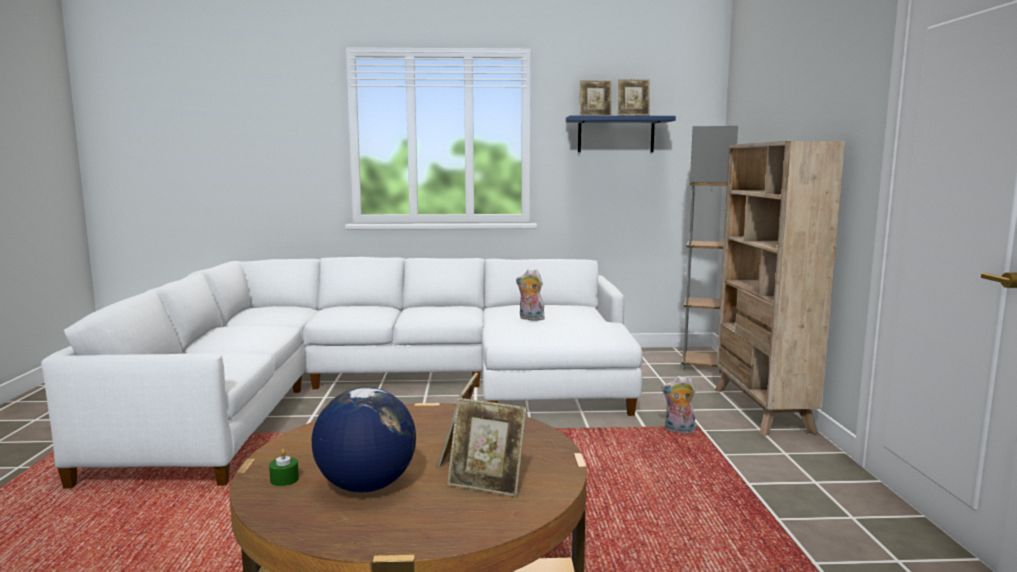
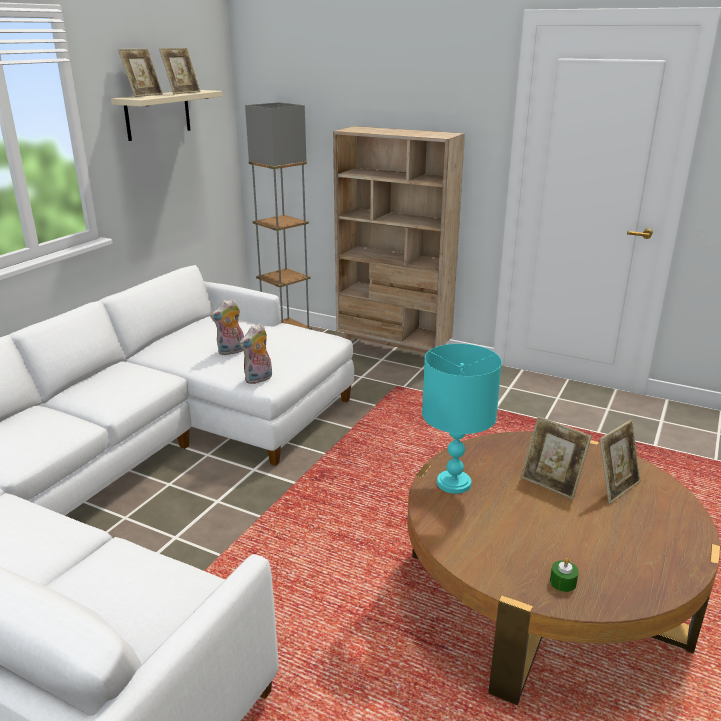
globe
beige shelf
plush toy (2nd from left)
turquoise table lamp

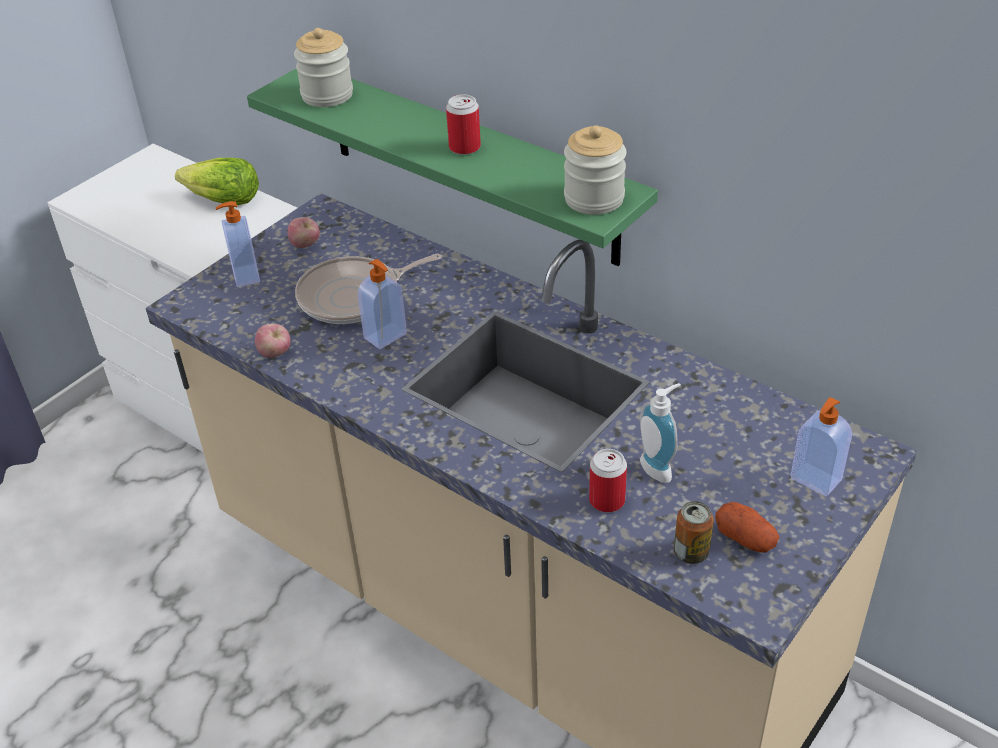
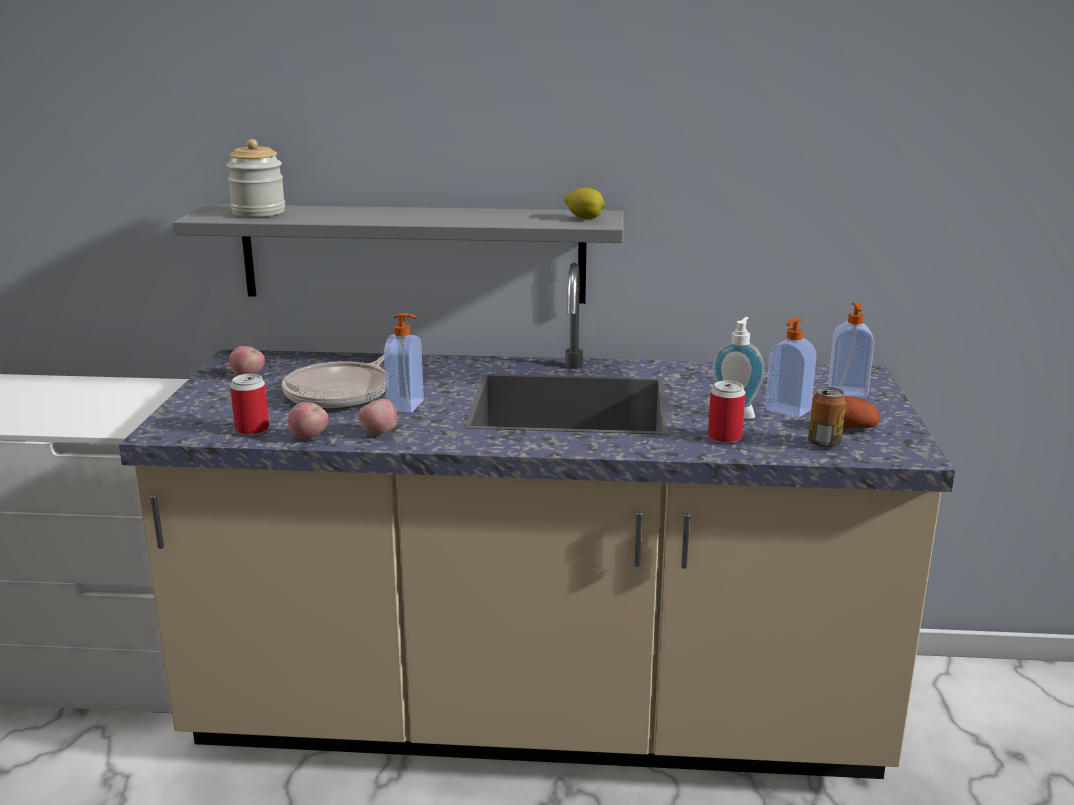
lettuce
soap dispenser (3rd from left)
grey shelf
can (1st from left)
lemon
apple (3rd from left)

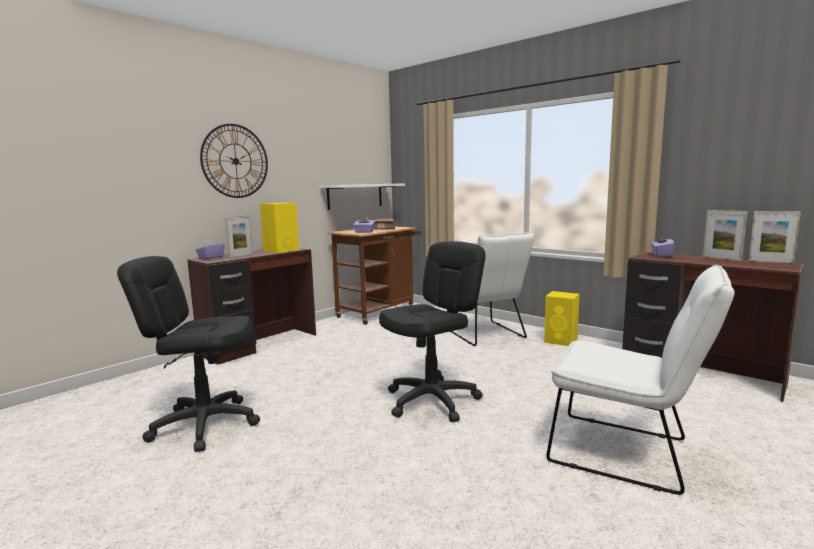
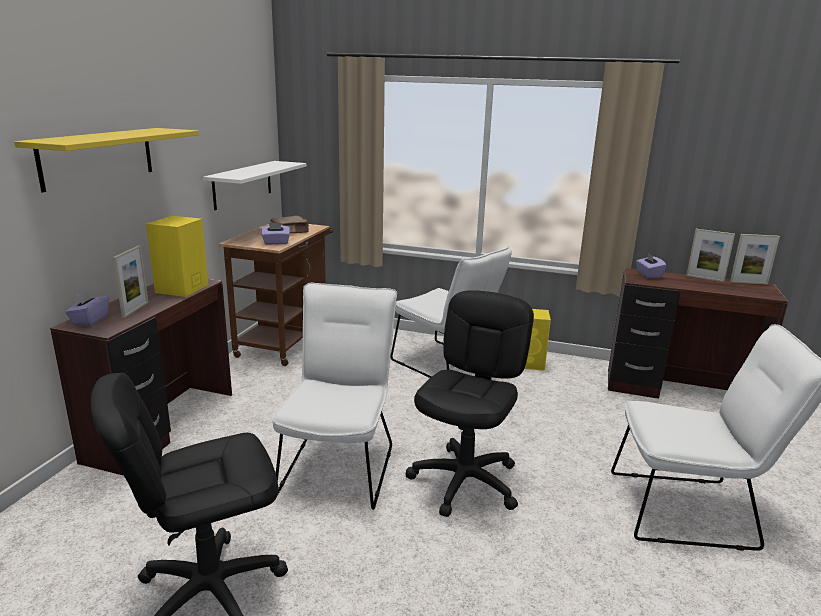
yellow shelf
white chair (1st from left)

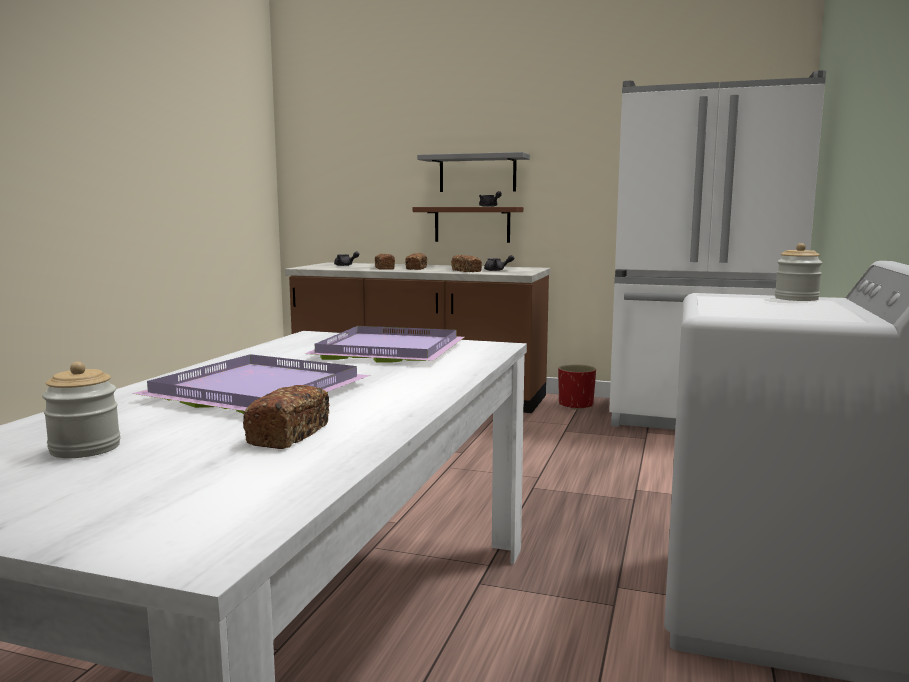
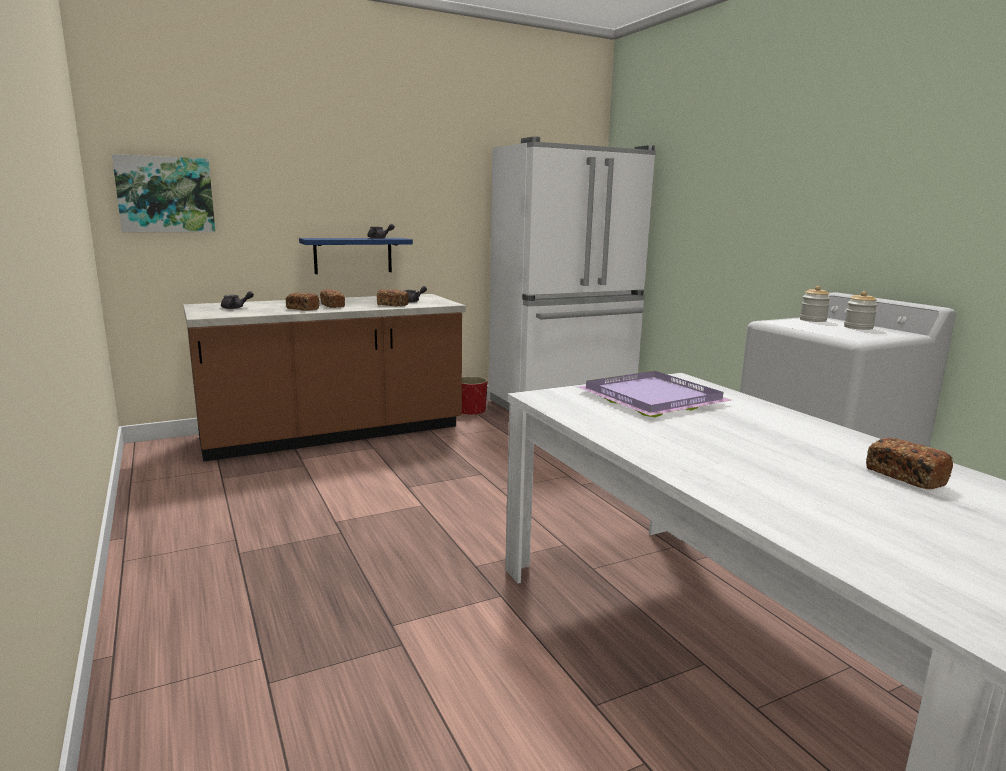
jar (2nd from left)
purple tray (1st from left in the first image)
blue shelf
grey shelf
picture

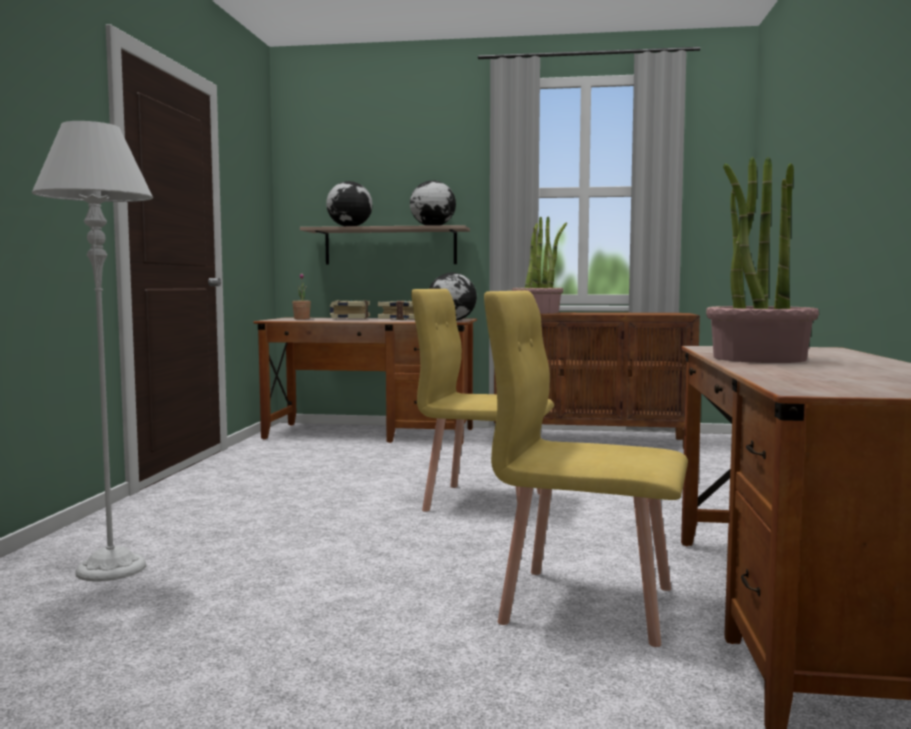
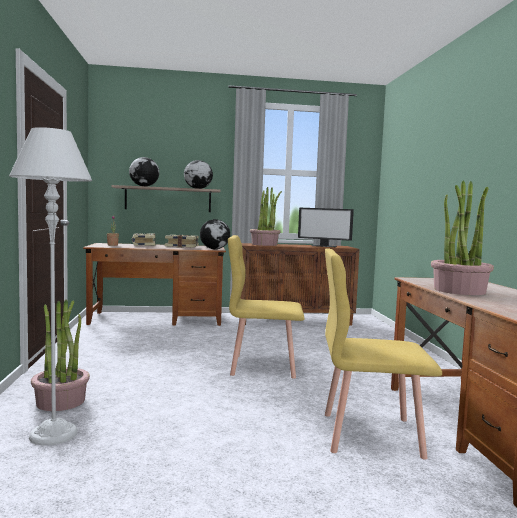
potted plant (1st from left)
monitor

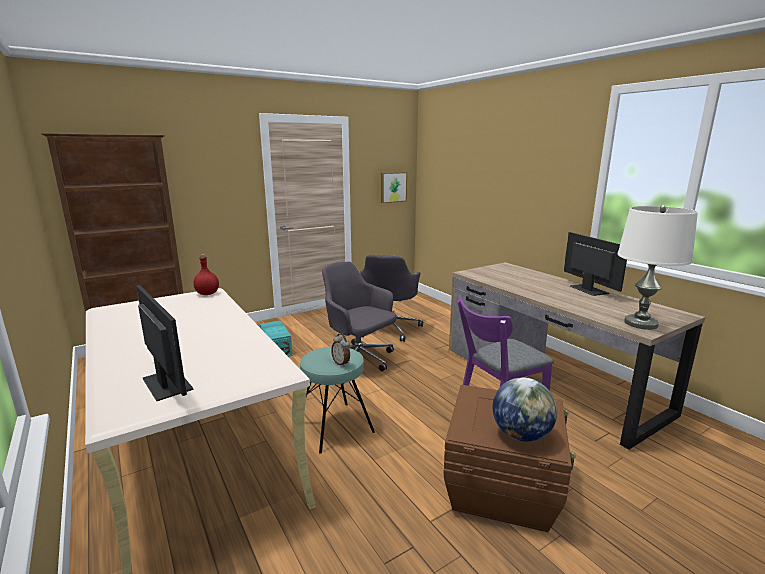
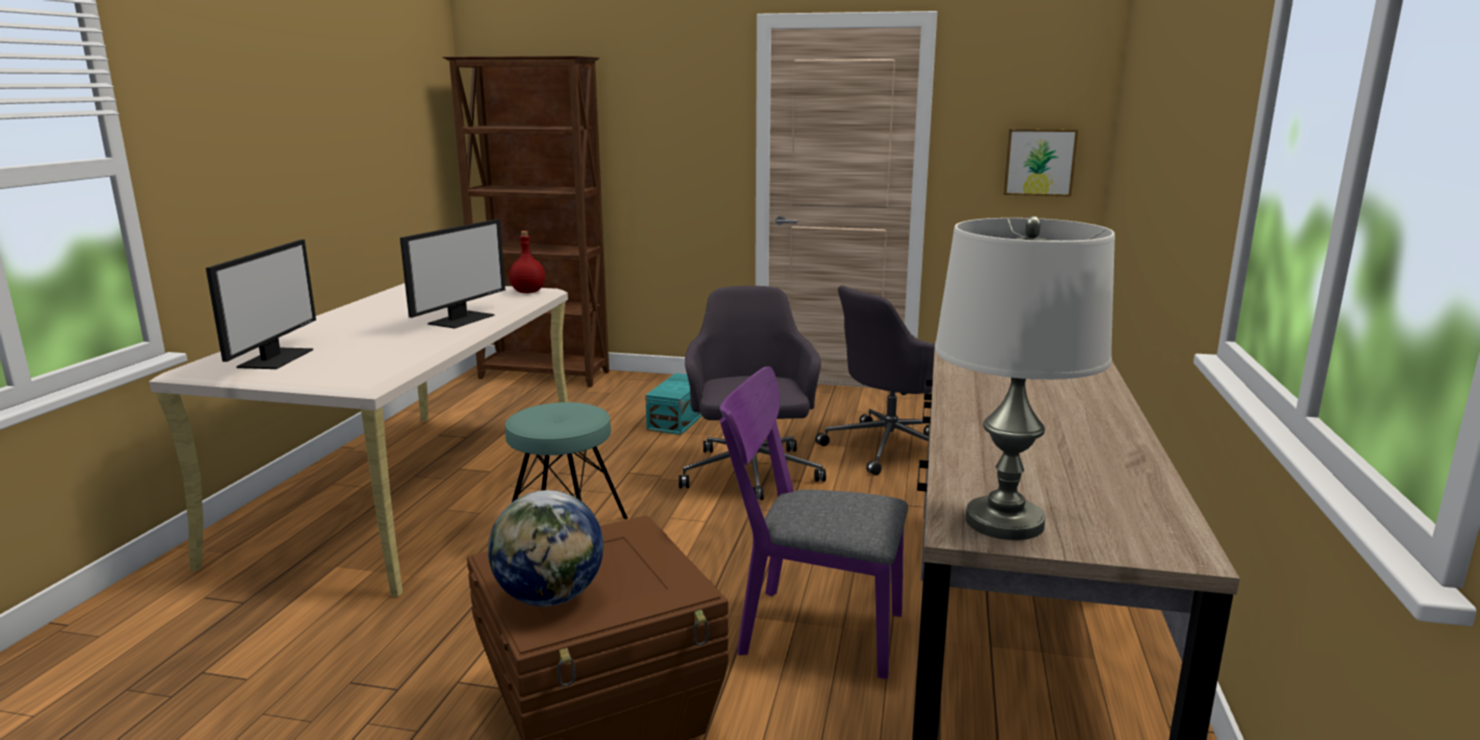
alarm clock
monitor (2nd from left)

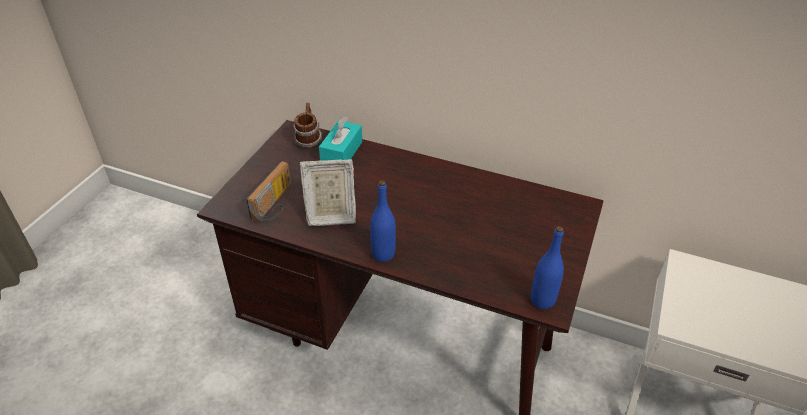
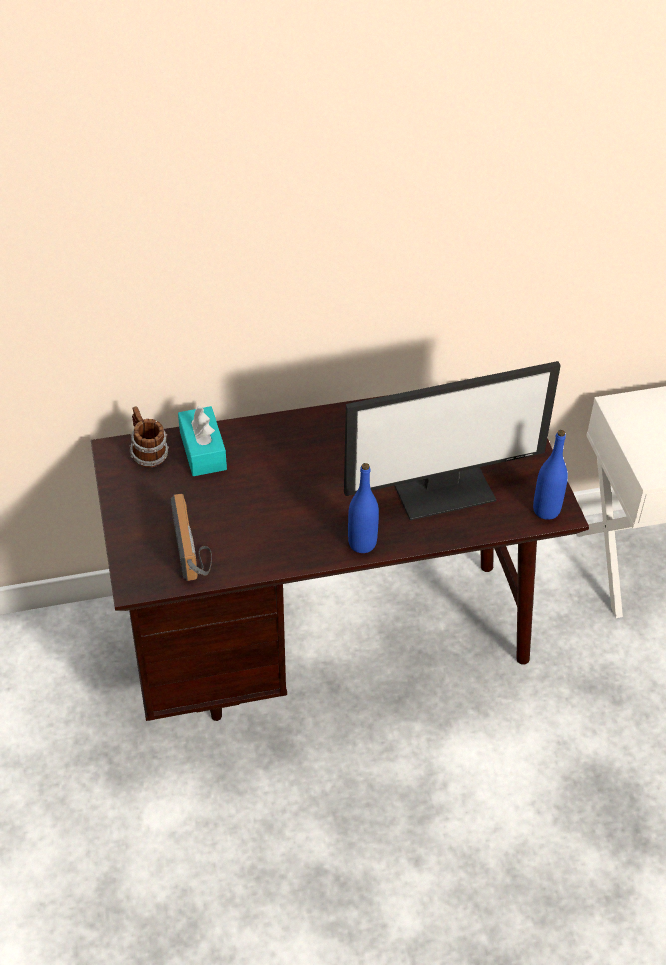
picture frame
monitor

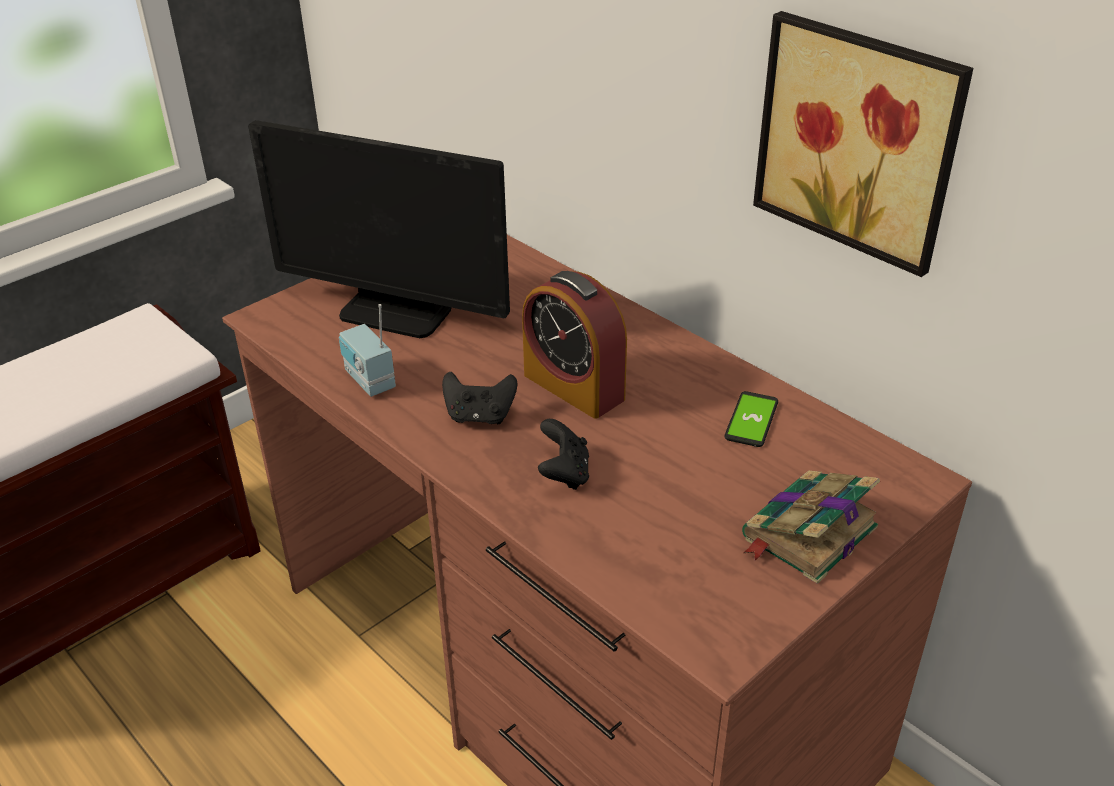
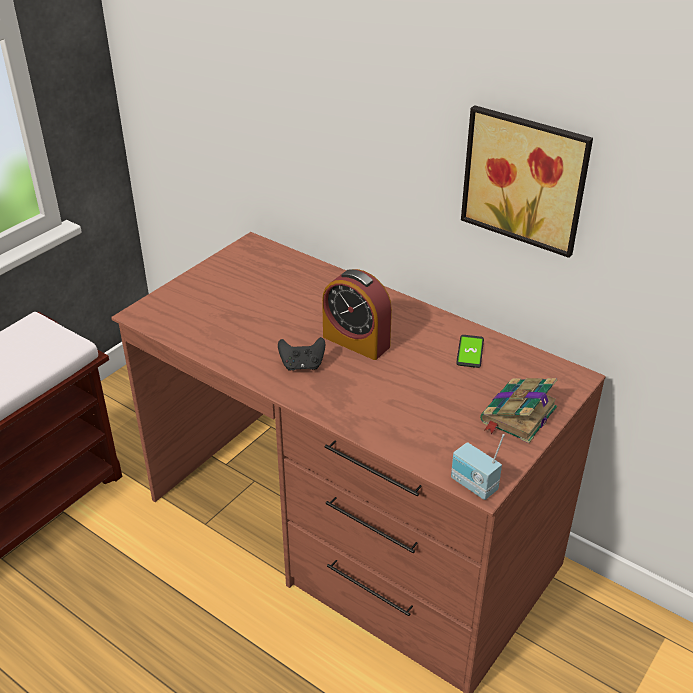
monitor
radio
black game controller (2nd from left in the first image)

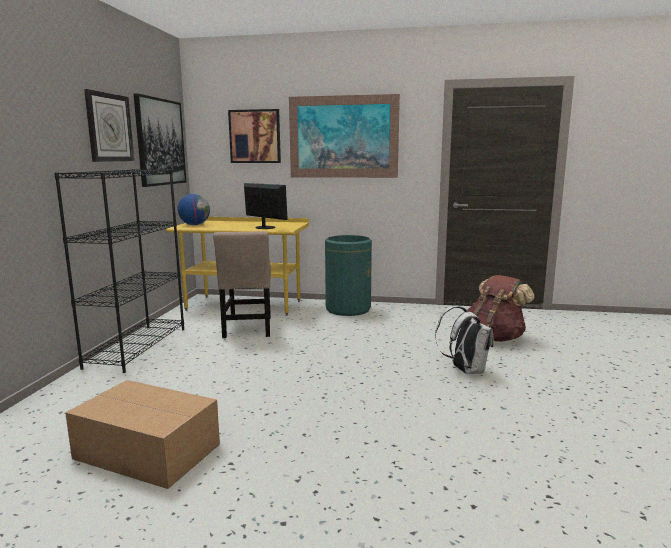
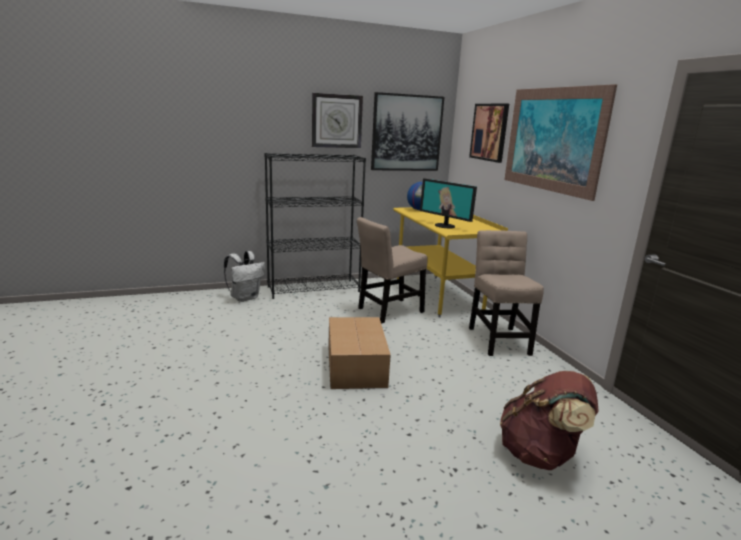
cardboard box
monitor
beige chair (2nd from left)
white backpack

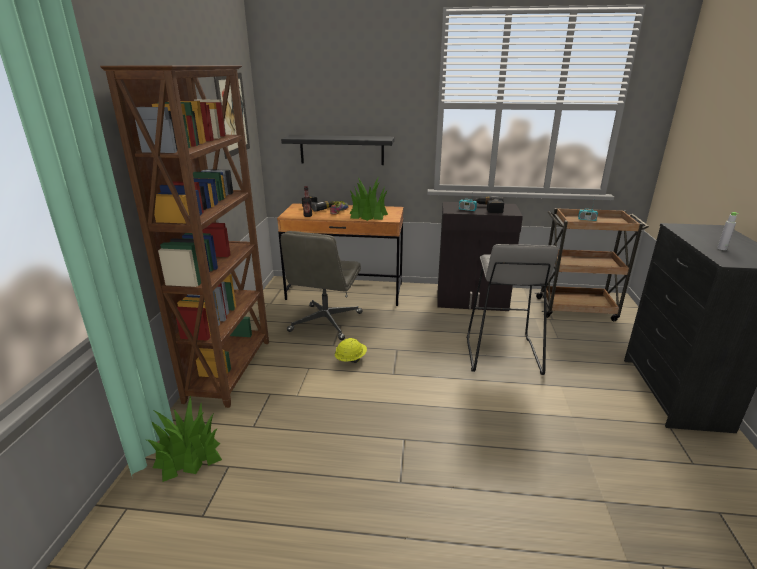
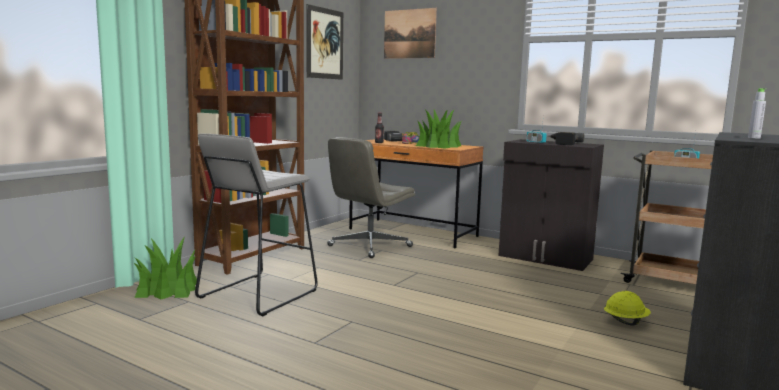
black shelf
yellow hard hat
grey stool
picture (2nd from left)

